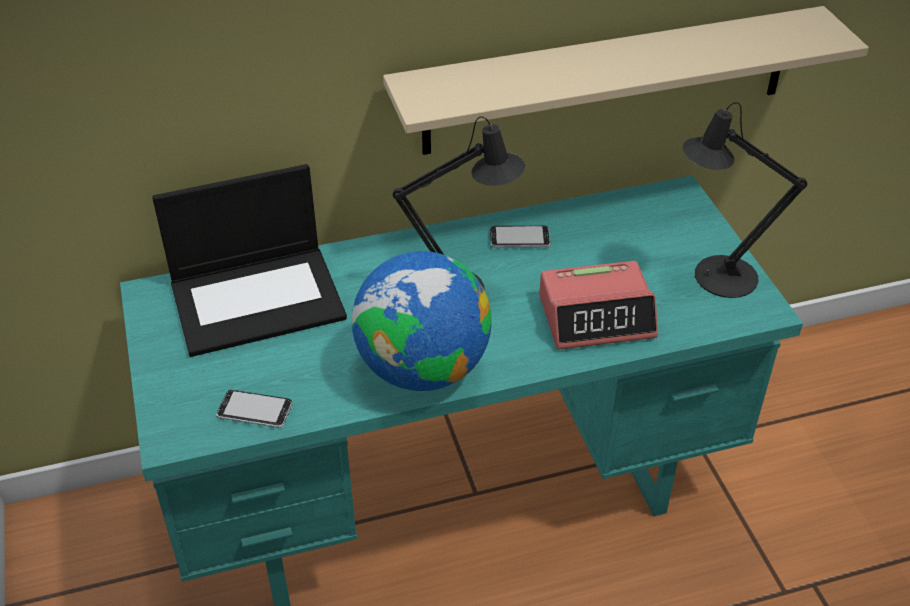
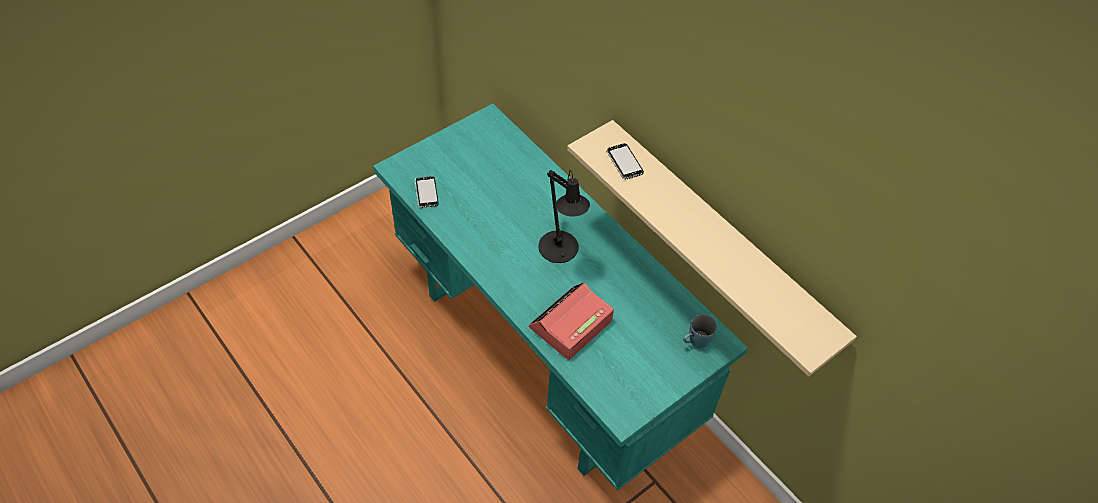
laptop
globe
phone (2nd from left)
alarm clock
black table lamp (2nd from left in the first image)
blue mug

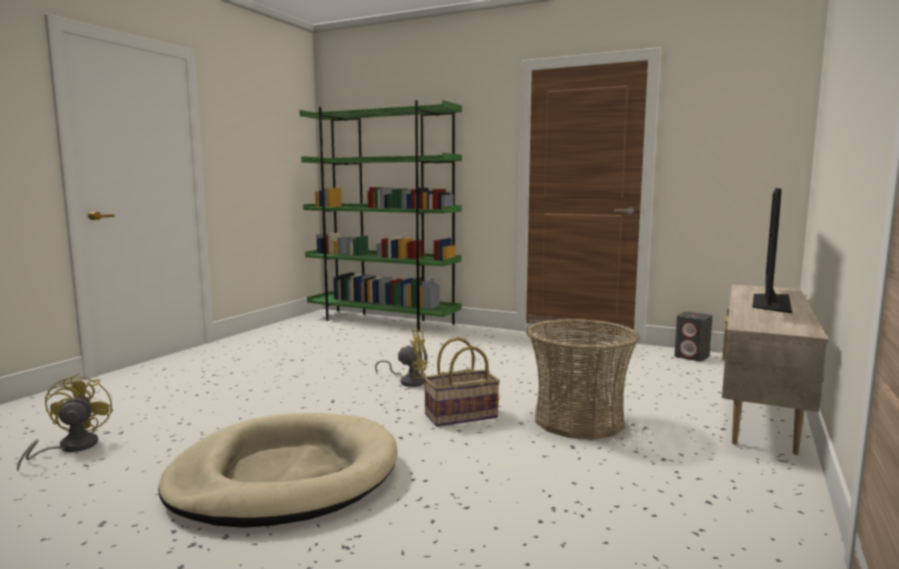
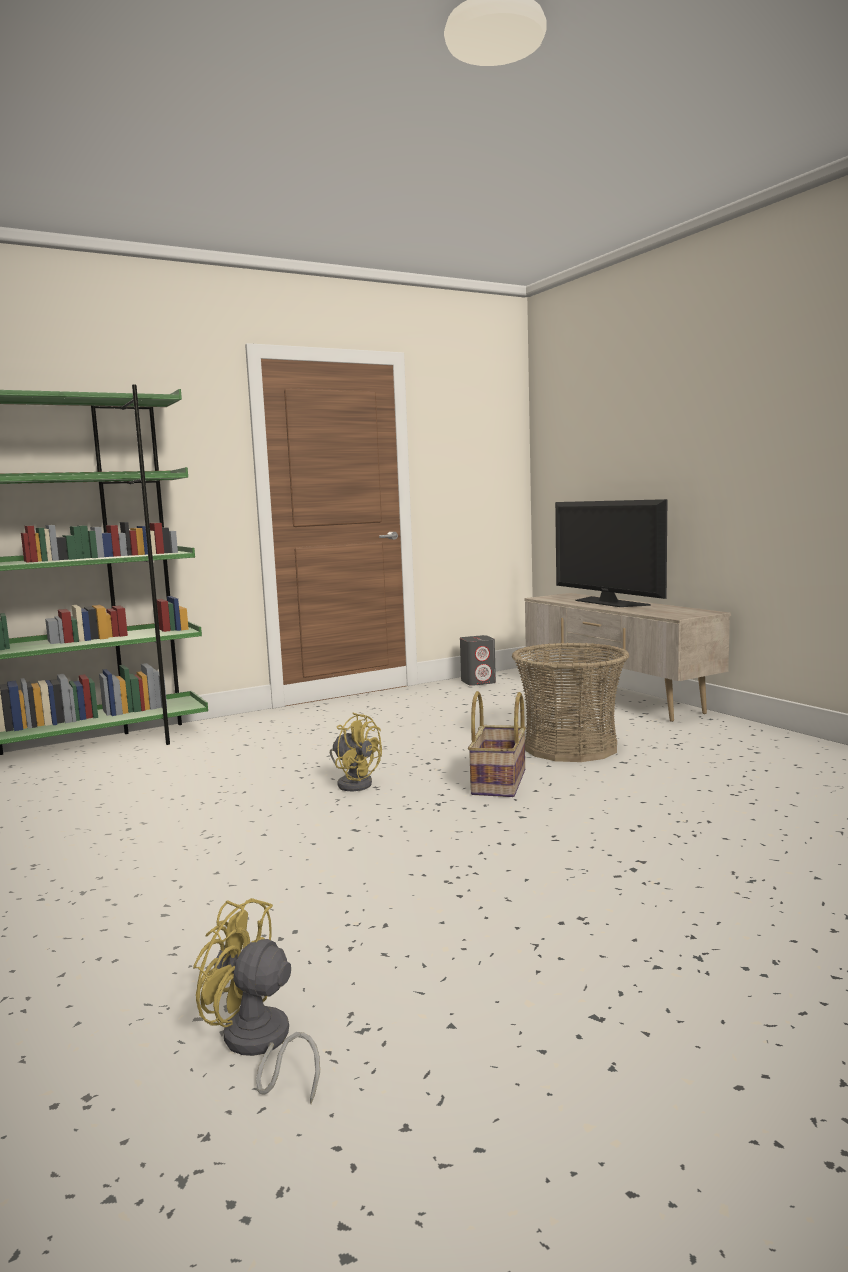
beige dog bed
yellow fan (2nd from left)

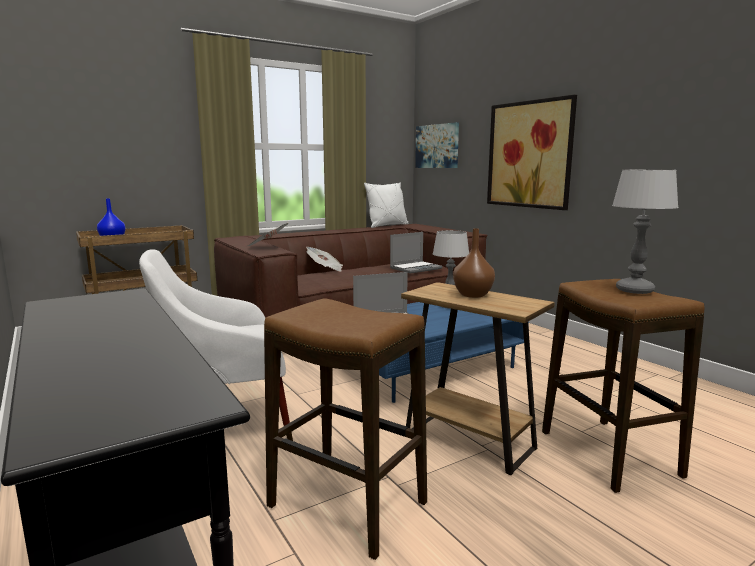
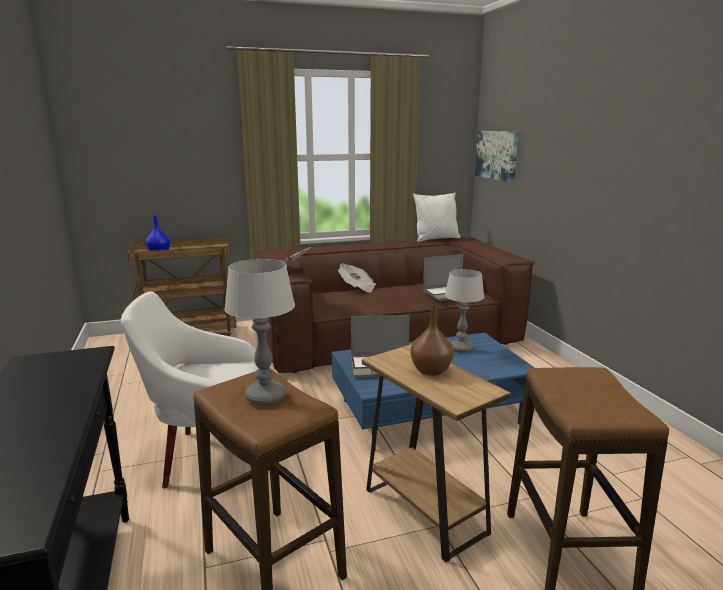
picture (2nd from left in the first image)
table lamp (1st from left)

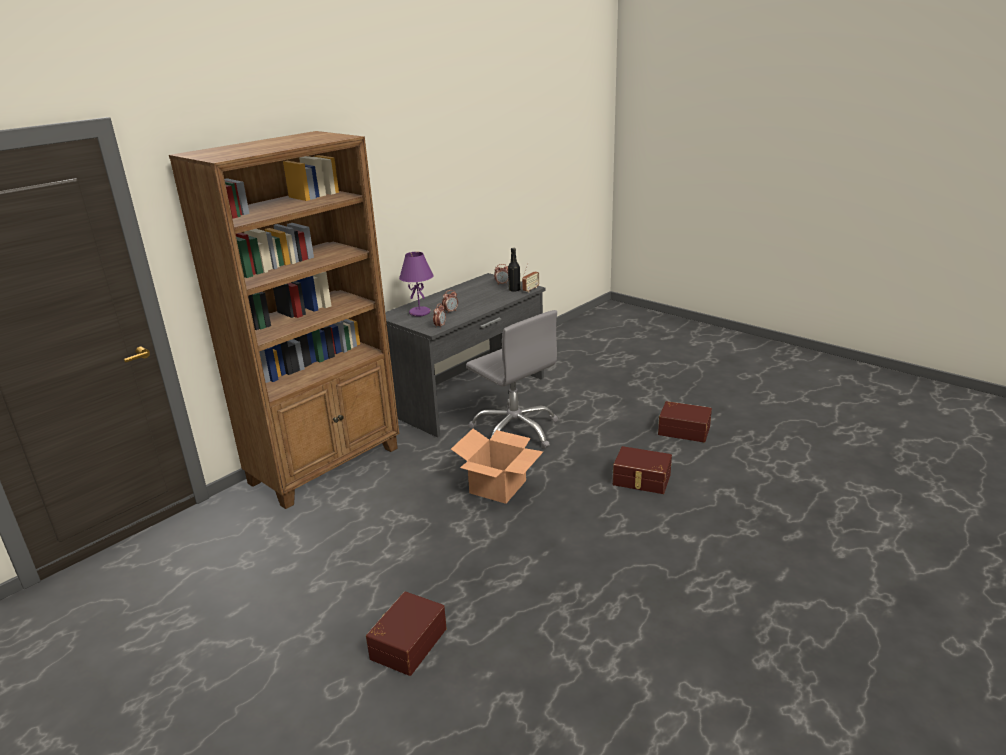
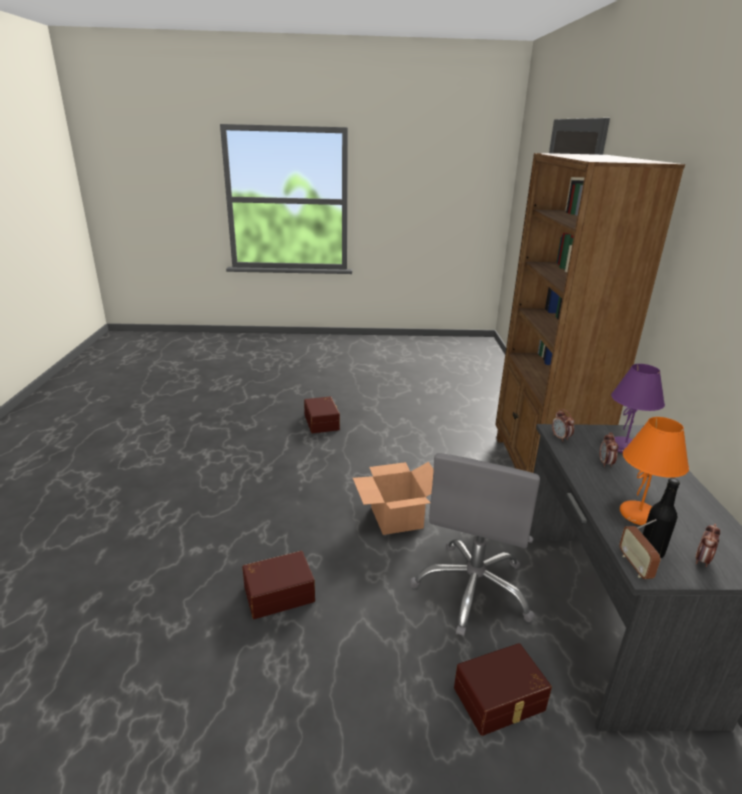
grey office chair
brown storage box (3rd from left)
orange table lamp

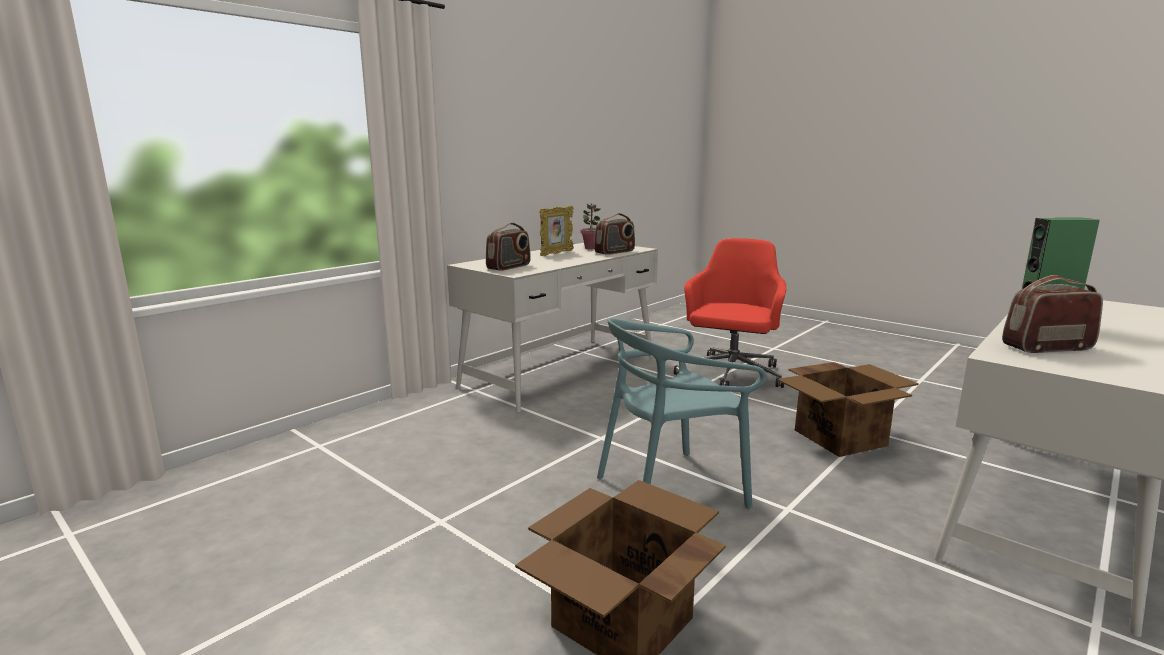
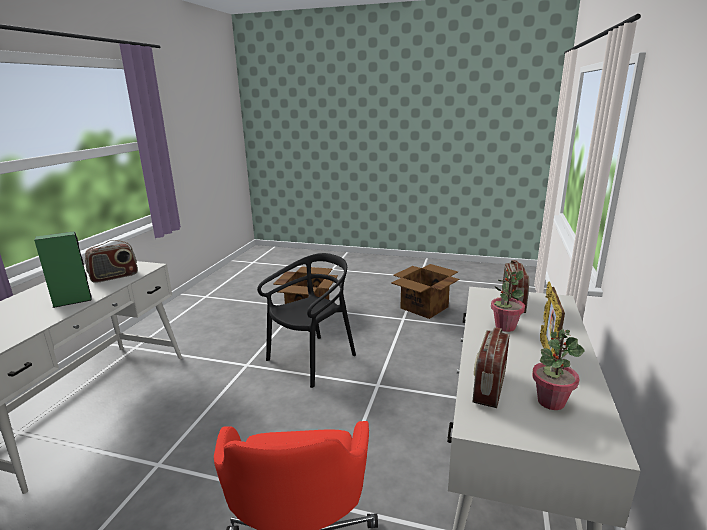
black chair
cardboard box (2nd from left)
potted plant (1st from left)

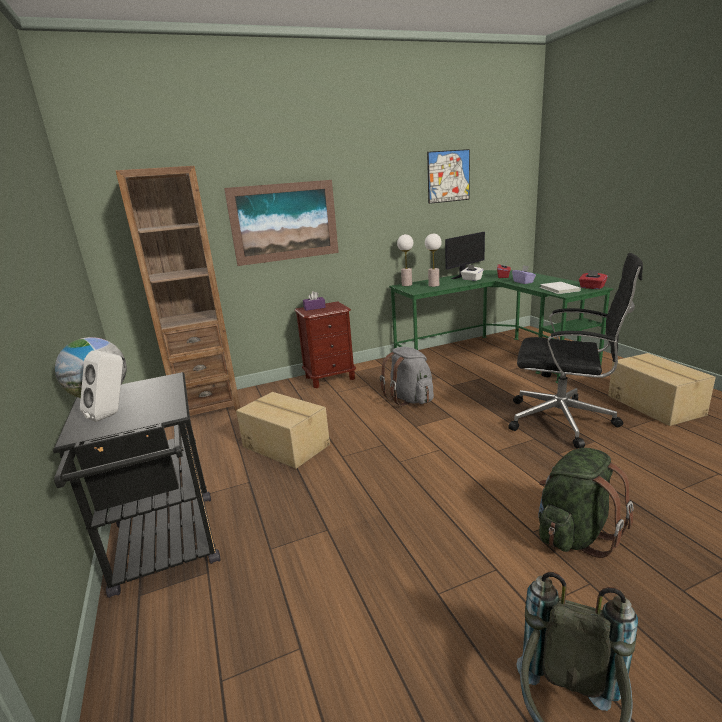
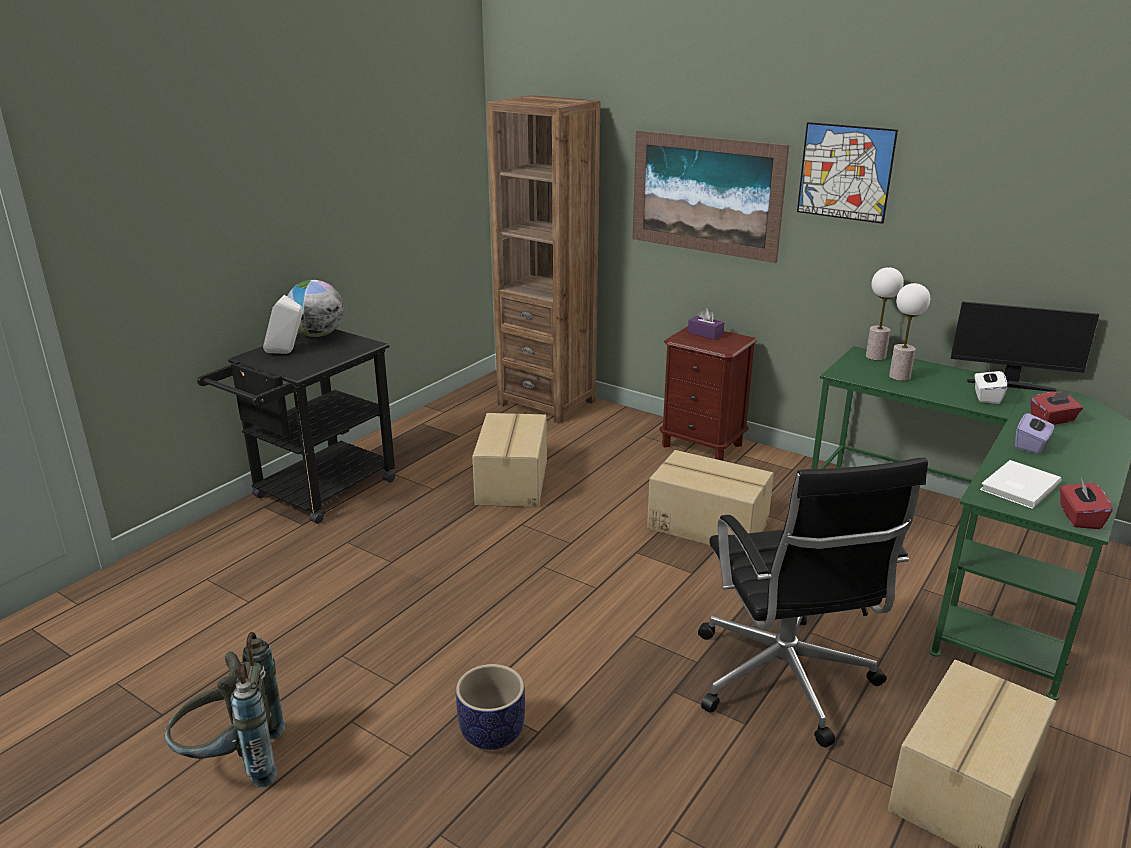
cardboard box (2nd from left)
picture (2nd from left)
planter

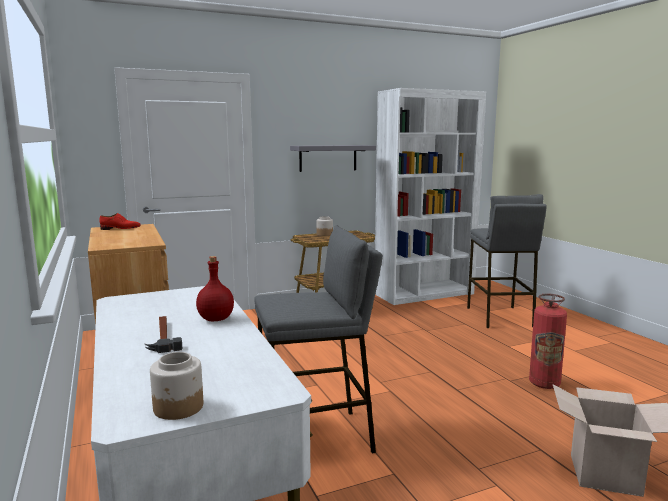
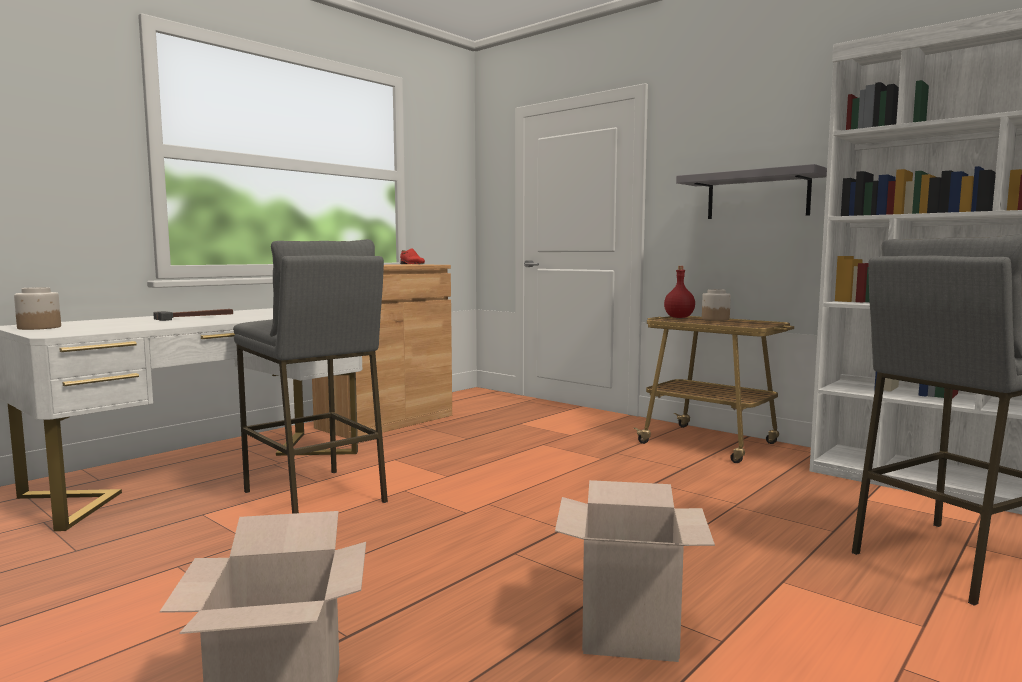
red bottle
cardboard box (2nd from left)

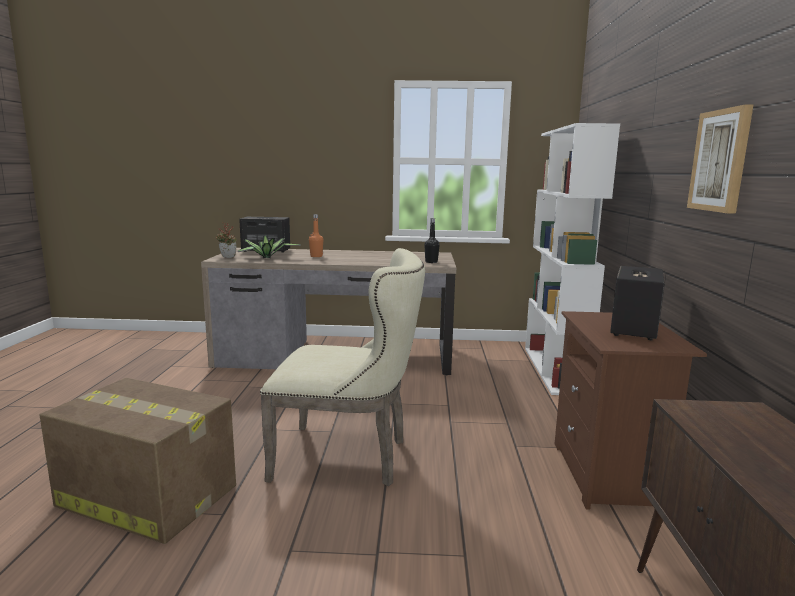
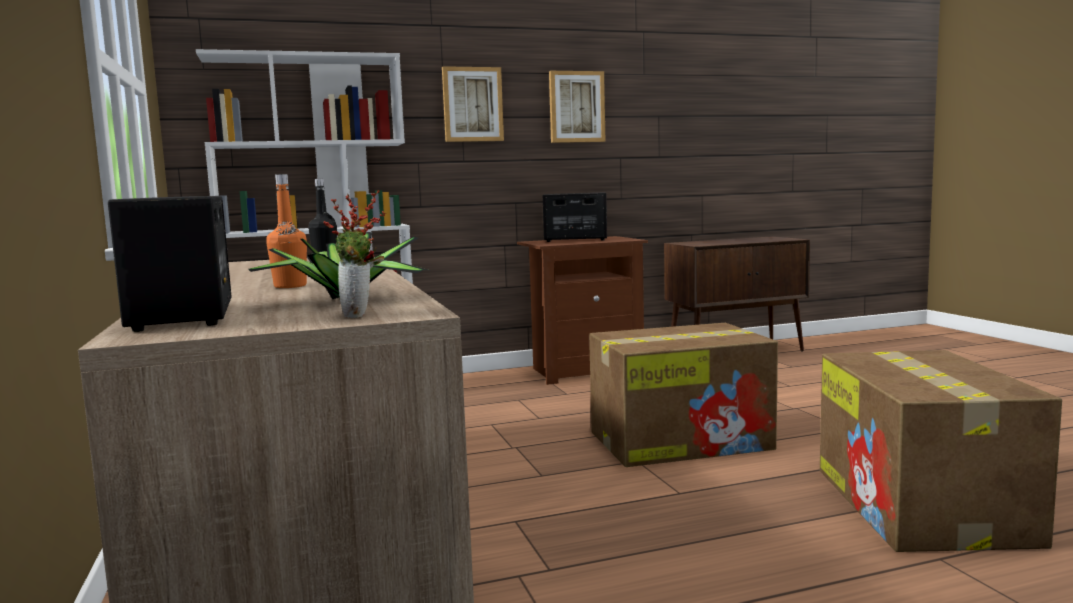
cardboard box (1st from left)
picture (1st from left)

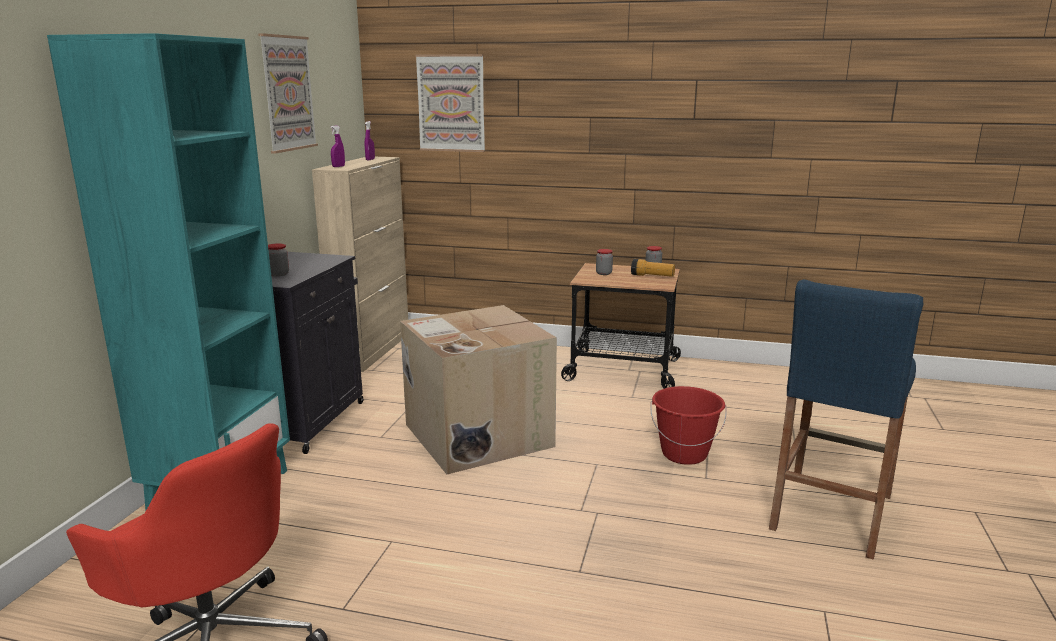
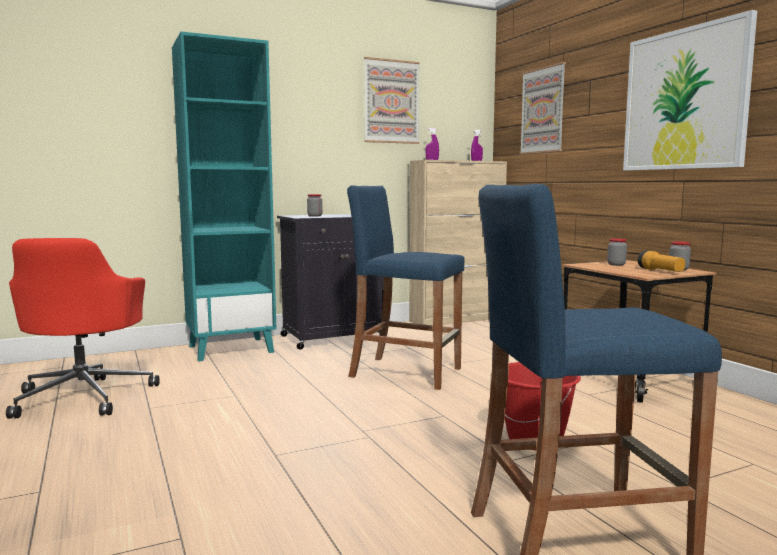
blue stool (1st from left)
picture (3rd from left)

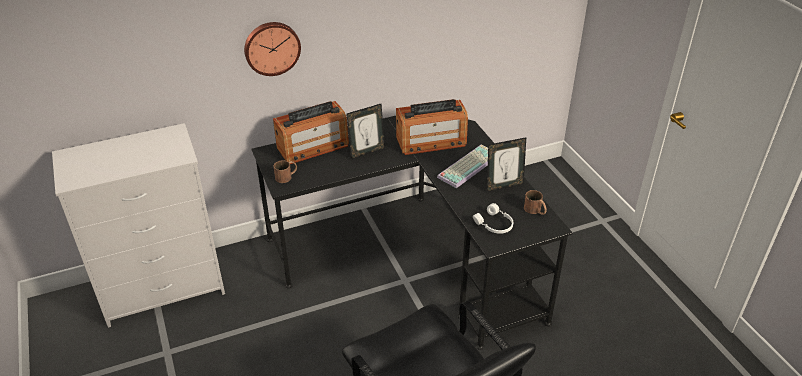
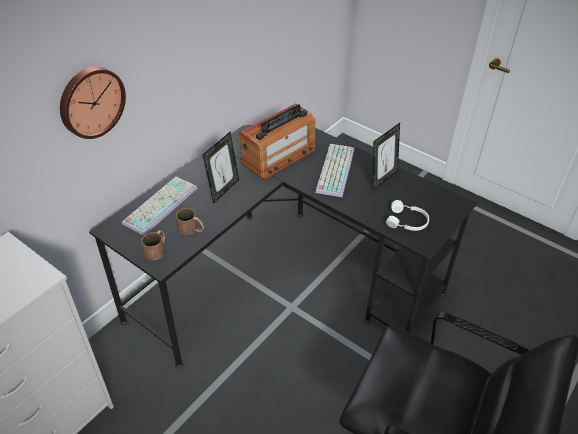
keyboard (1st from left)
brown mug (2nd from left)

